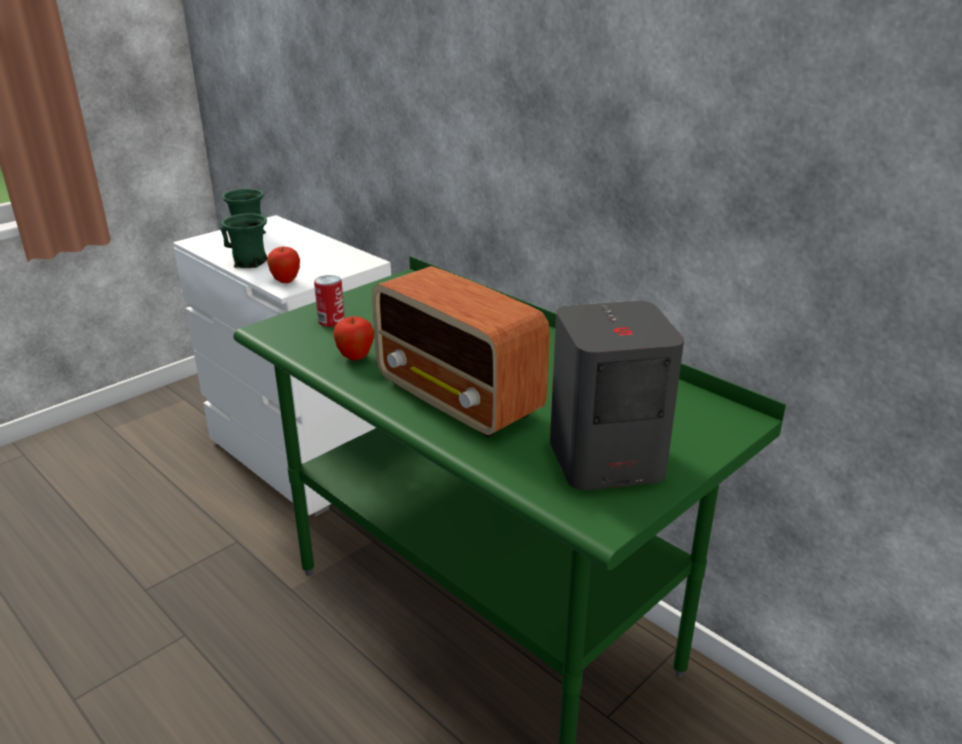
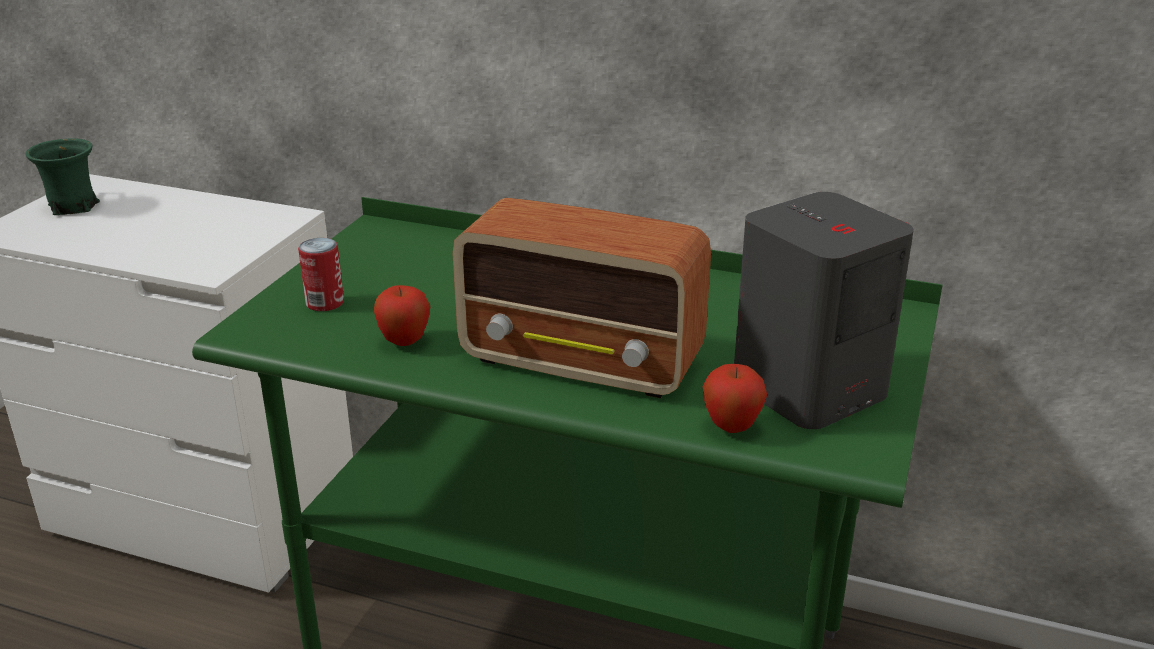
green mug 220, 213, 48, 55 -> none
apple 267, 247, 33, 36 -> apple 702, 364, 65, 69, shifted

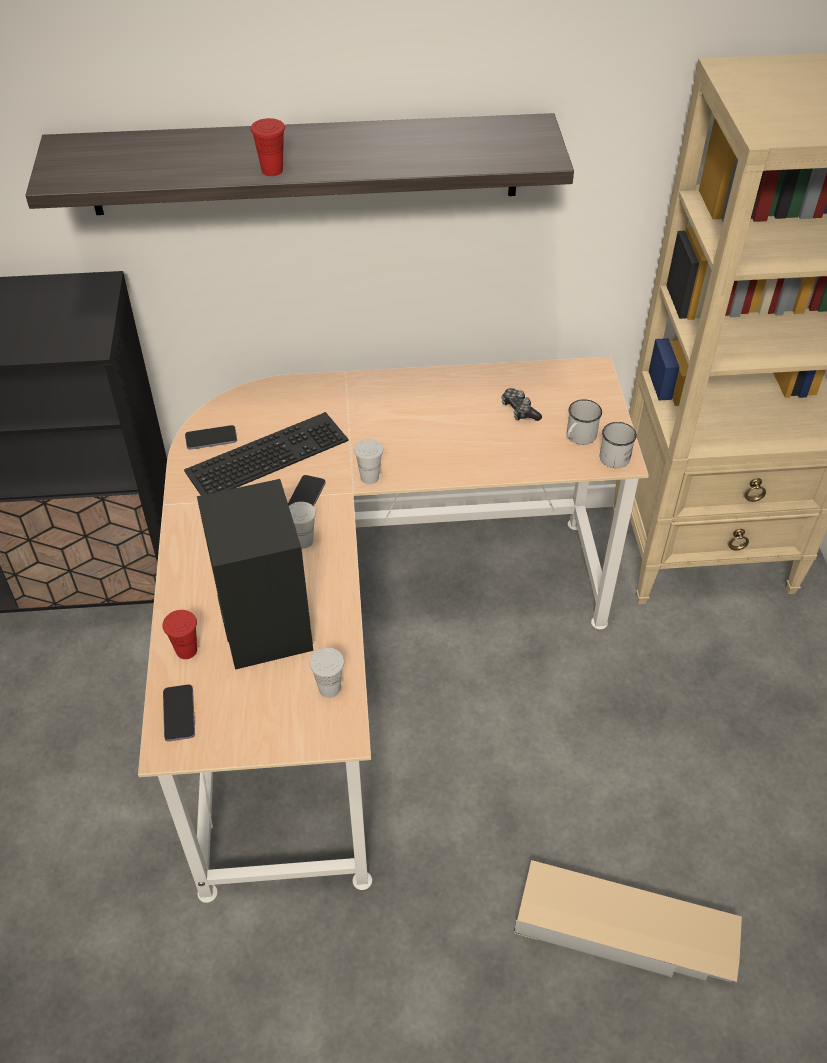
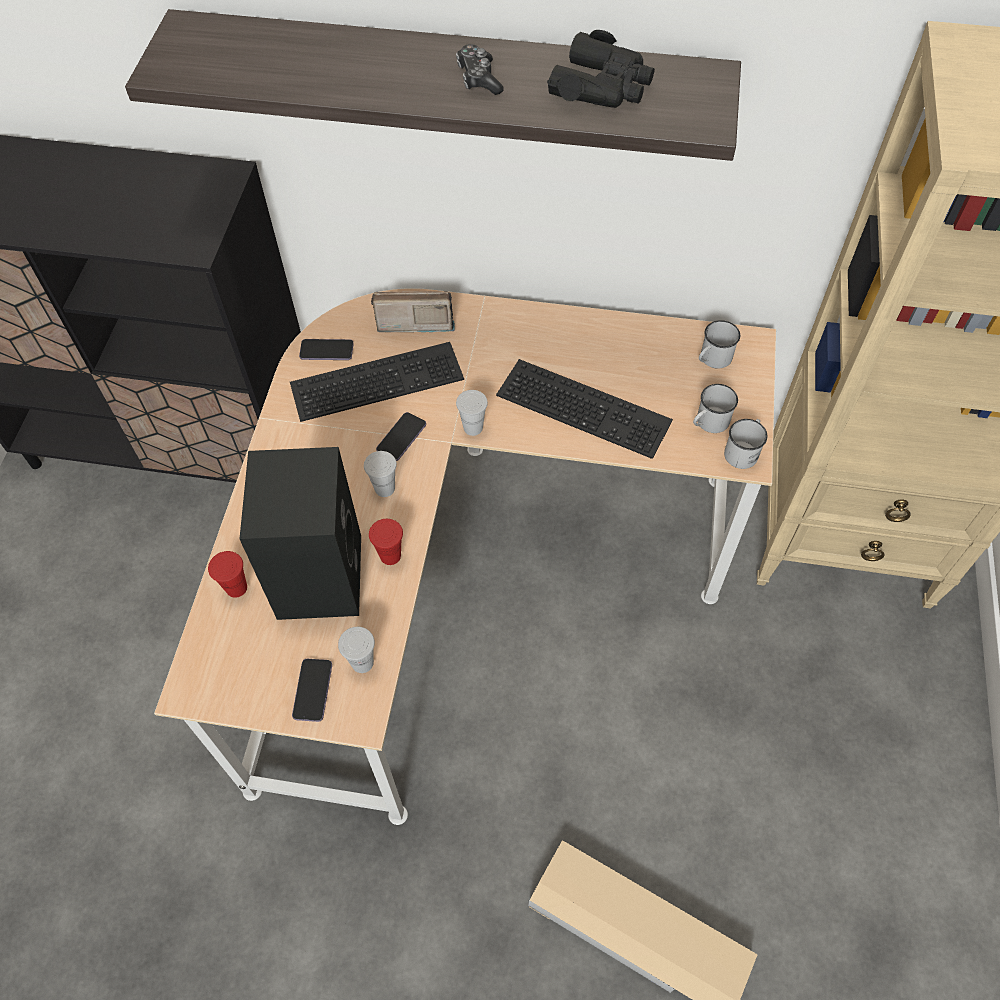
none -> radio 371, 291, 84, 41
none -> keyboard 496, 359, 177, 100
none -> black binoculars 547, 30, 108, 78
none -> white mug 699, 320, 41, 49
phone 163, 684, 32, 57 -> phone 292, 659, 40, 63, shifted
red cup 251, 118, 34, 58 -> red cup 369, 519, 34, 46, shifted
game controller 501, 388, 41, 33 -> game controller 456, 44, 48, 51, shifted

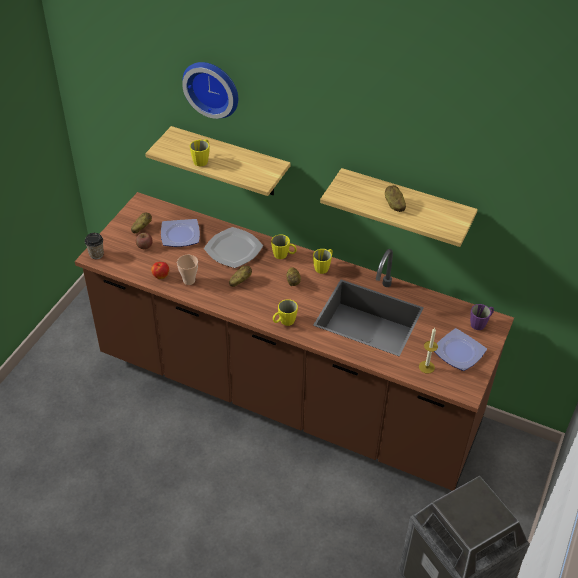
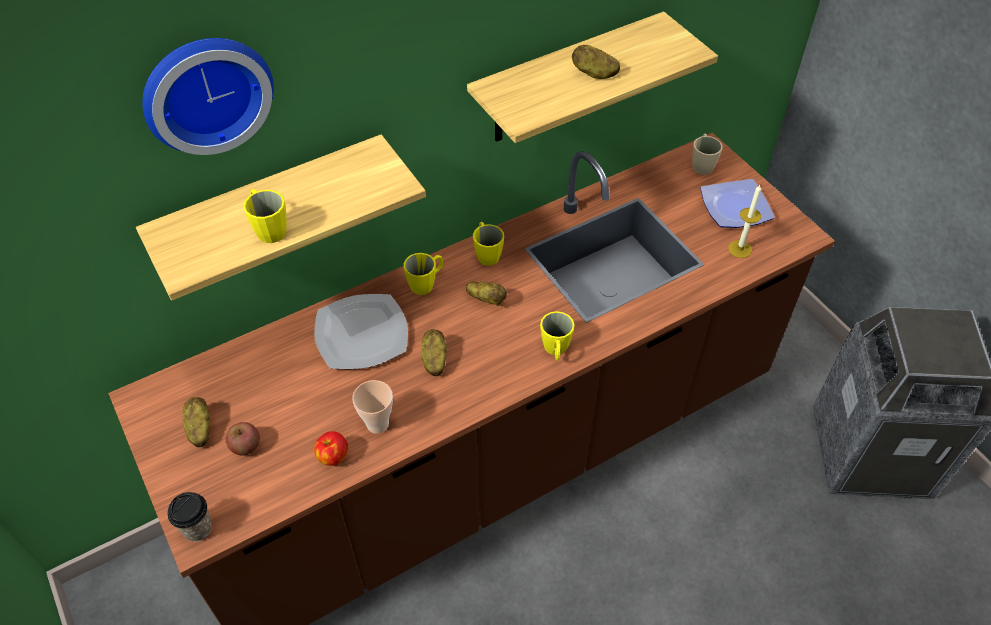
plate 161, 219, 39, 28 -> none
purple mug 470, 304, 24, 26 -> beige mug 692, 134, 31, 41

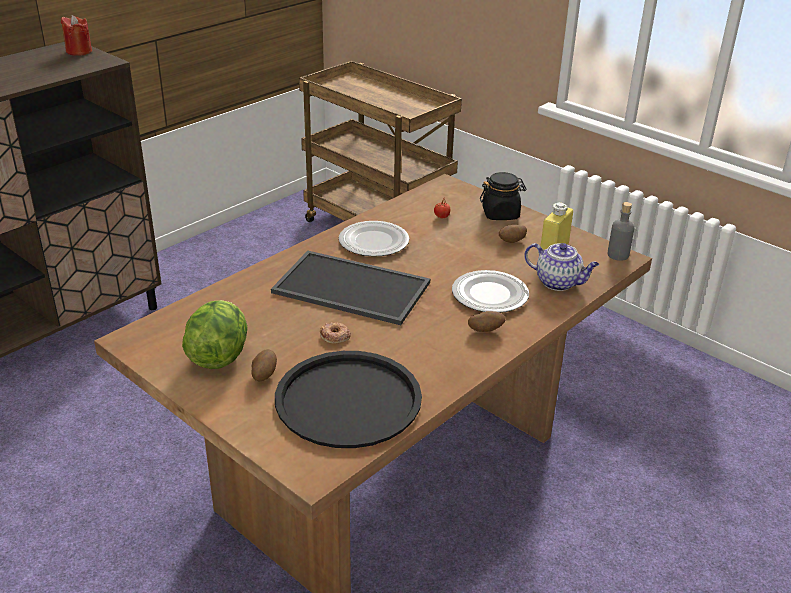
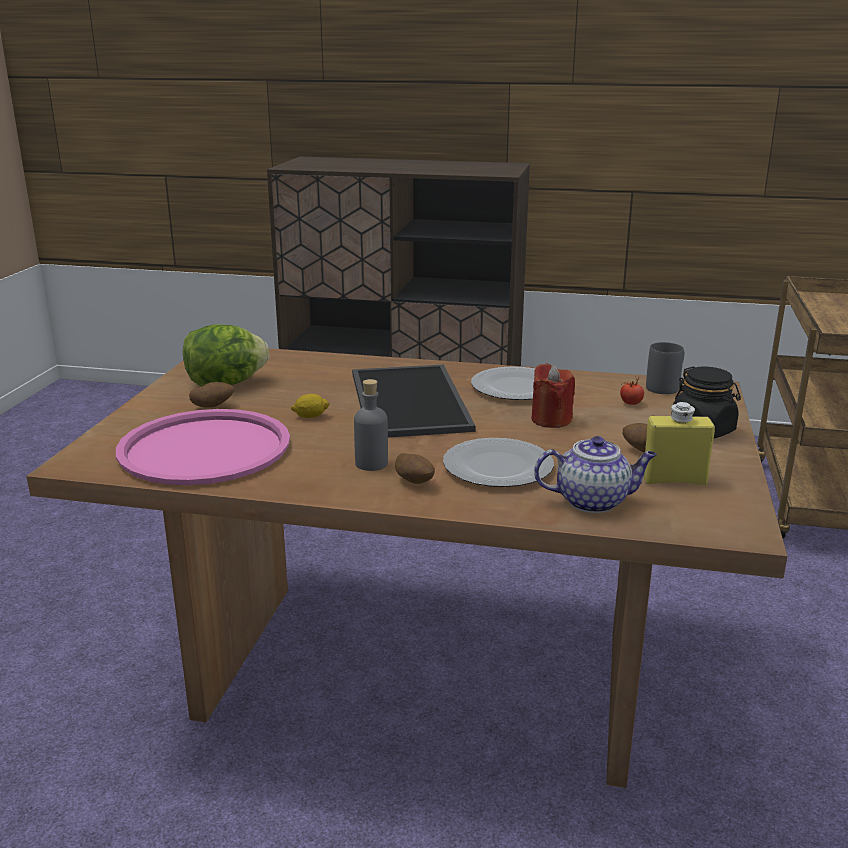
none -> grey mug 646, 342, 38, 52
red candle 61, 15, 31, 41 -> red candle 531, 364, 44, 64, shifted
grey bottle 607, 202, 27, 59 -> grey bottle 354, 379, 34, 92, shifted
donut 320, 322, 31, 22 -> lemon 290, 394, 40, 24
black tray 275, 351, 147, 97 -> pink tray 116, 409, 174, 76
teapot 524, 243, 75, 48 -> teapot 534, 436, 123, 77, 90 degrees counterclockwise

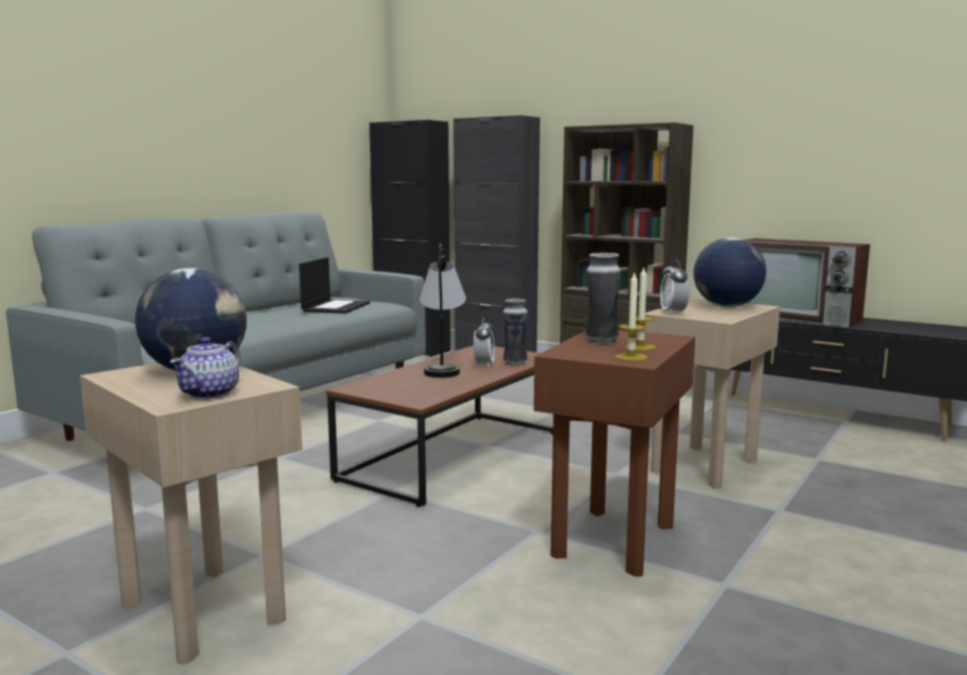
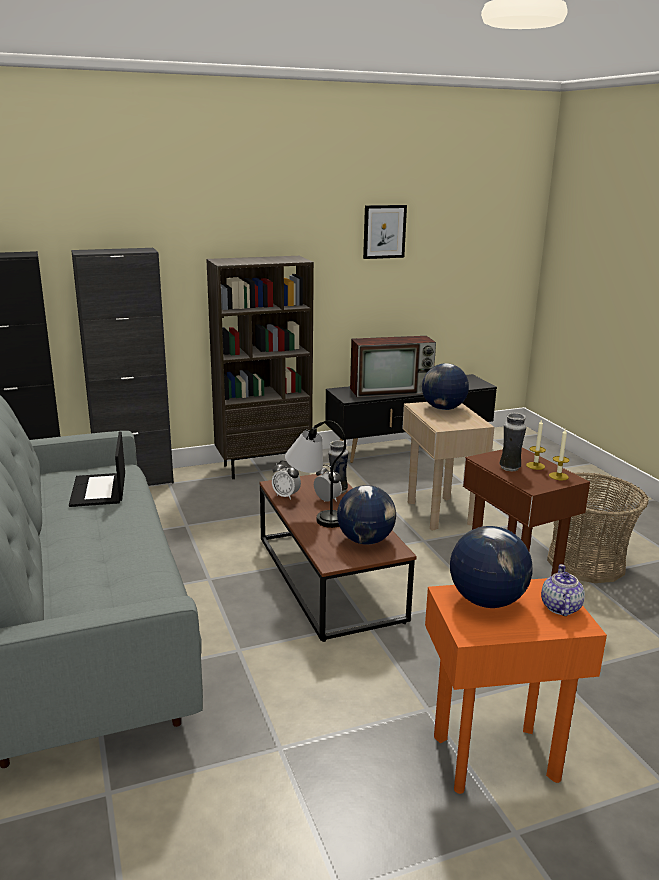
none -> globe 337, 485, 59, 60
none -> picture 363, 205, 44, 54
none -> basket 547, 472, 102, 111
alarm clock 660, 260, 30, 55 -> alarm clock 272, 461, 29, 39, shifted
beige side table 80, 363, 222, 302 -> orange side table 425, 578, 182, 216
teapot 170, 337, 71, 62 -> teapot 541, 564, 44, 52, 135 degrees counterclockwise
laptop 299, 257, 71, 57 -> laptop 69, 431, 56, 76, 150 degrees counterclockwise

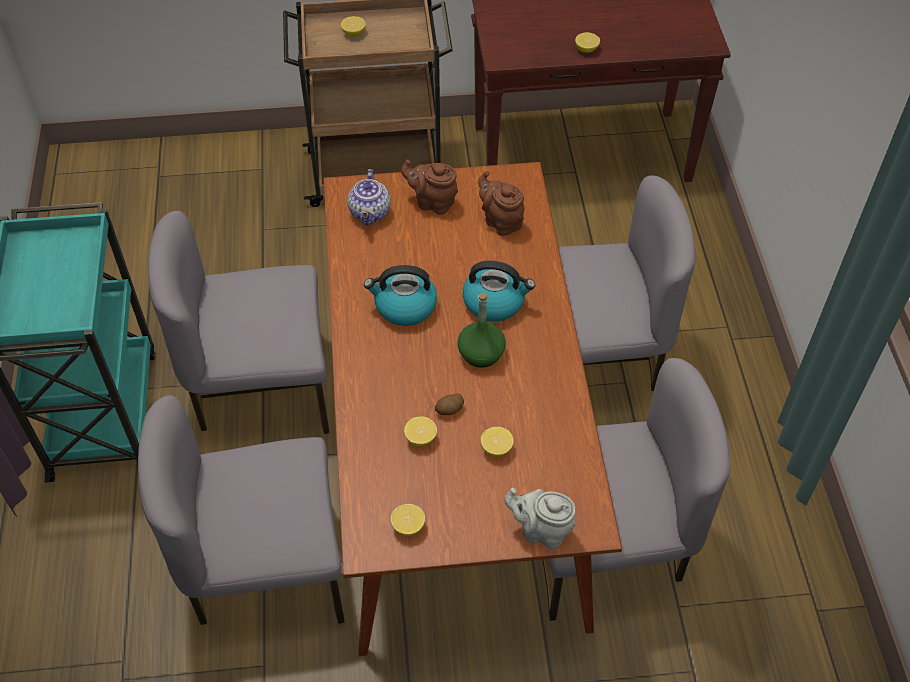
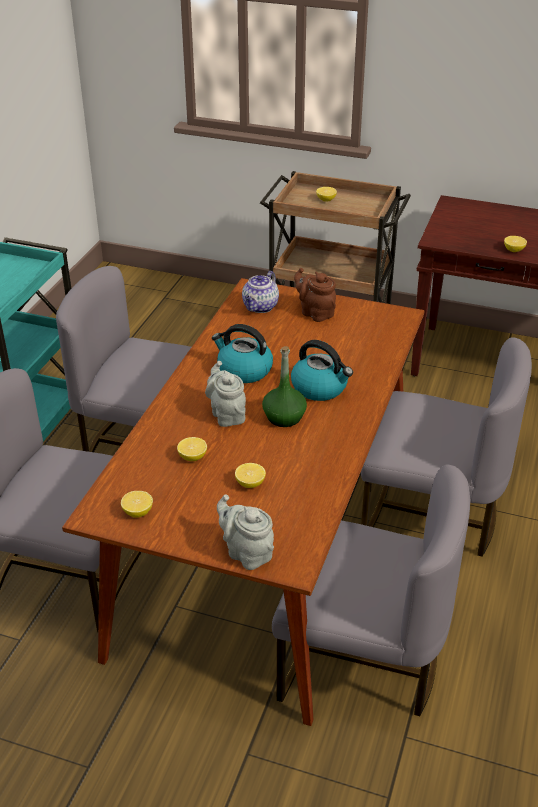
potato 435, 393, 29, 22 -> none
brown teapot 478, 171, 46, 65 -> none
none -> grey teapot 205, 361, 41, 66

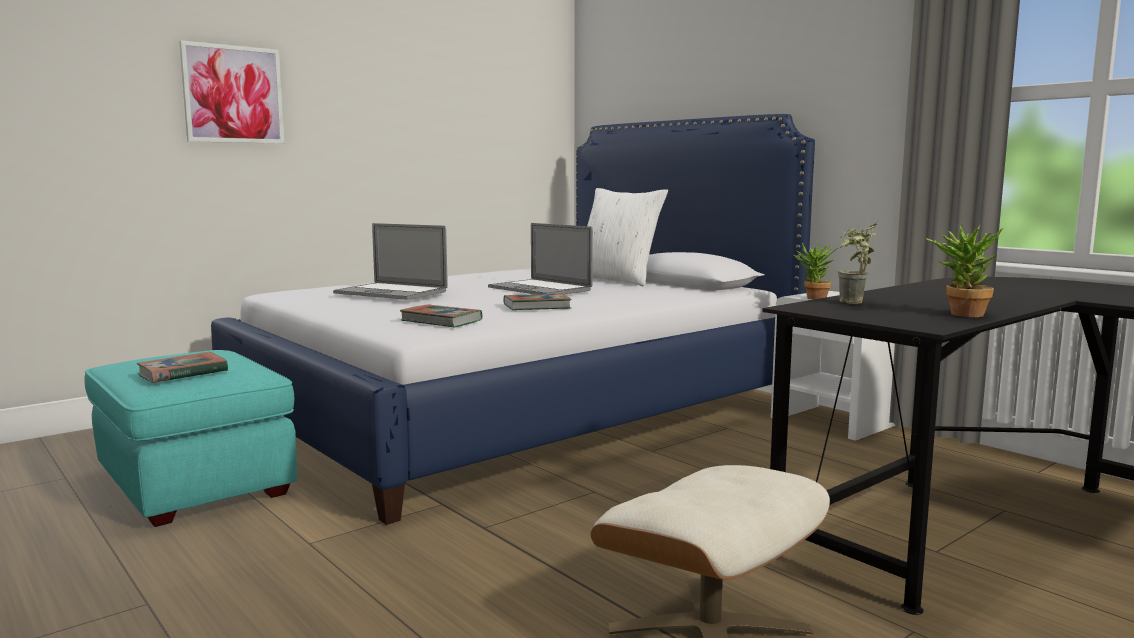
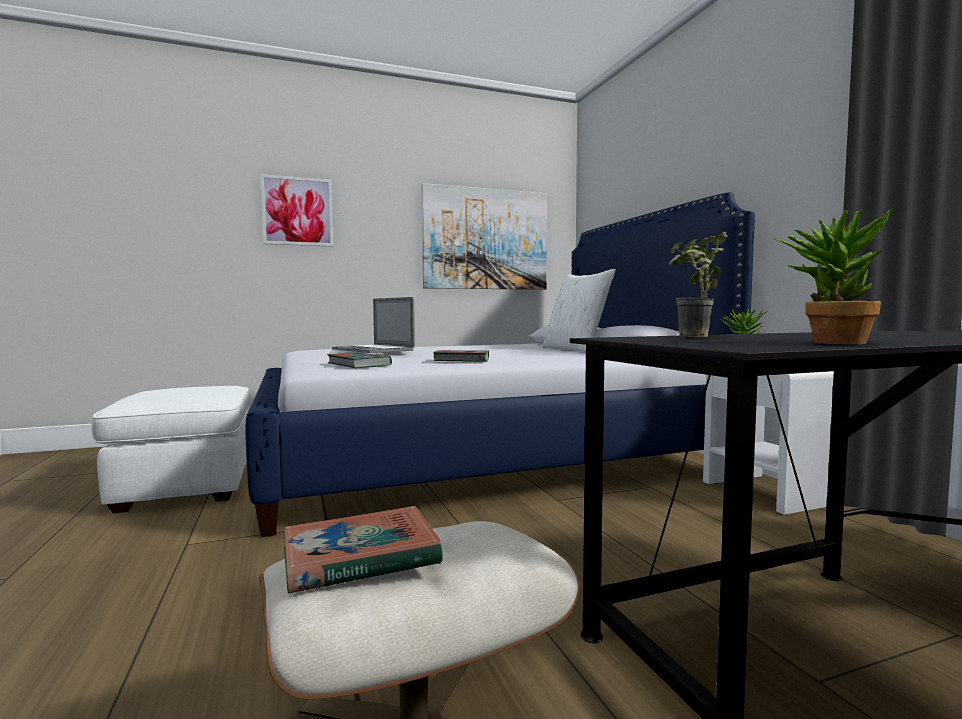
laptop 488, 223, 105, 71 -> none
none -> picture 421, 183, 126, 107
book 137, 352, 91, 31 -> book 284, 506, 159, 88, shifted
turquoise ottoman 85, 350, 212, 177 -> white ottoman 91, 386, 159, 127

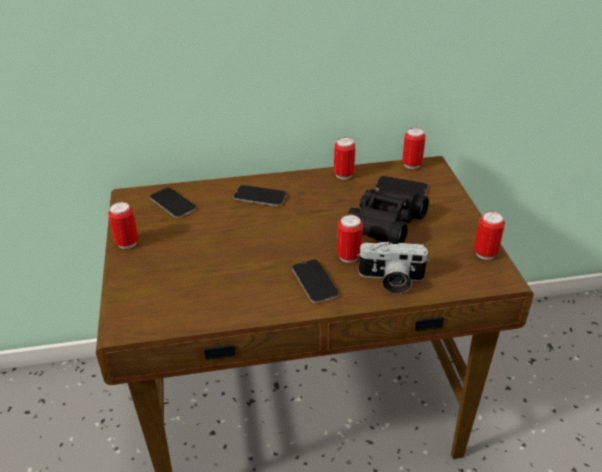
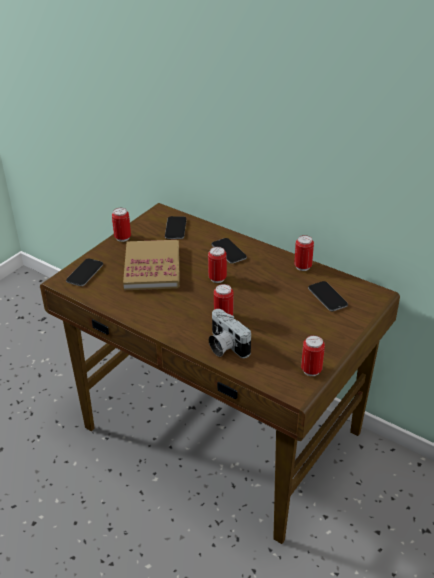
black binoculars 348, 188, 81, 56 -> none
none -> book 123, 240, 57, 50
phone 292, 259, 47, 44 -> phone 66, 258, 37, 28, shifted
can 402, 128, 24, 41 -> can 208, 247, 19, 36, shifted

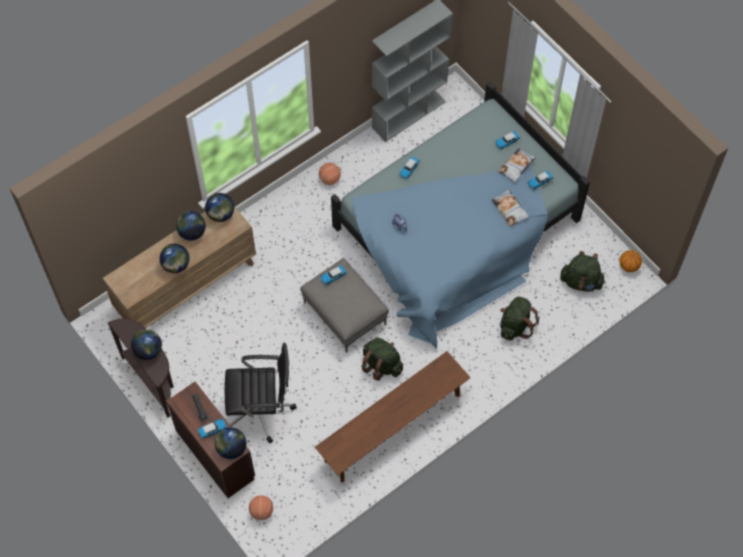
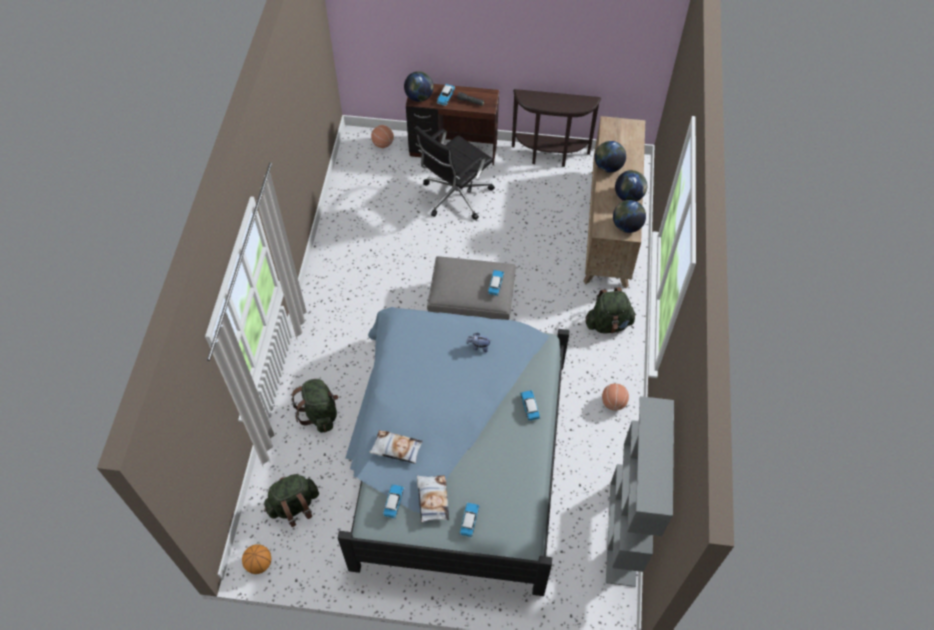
globe 131, 329, 31, 31 -> none
brown bench 315, 351, 156, 131 -> none
green backpack 361, 337, 42, 44 -> green backpack 586, 287, 50, 47, shifted

